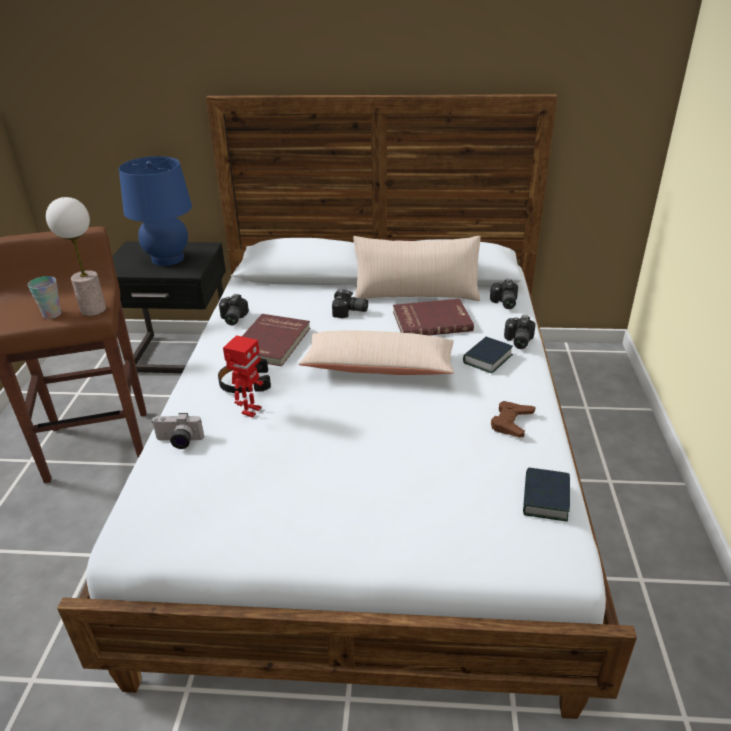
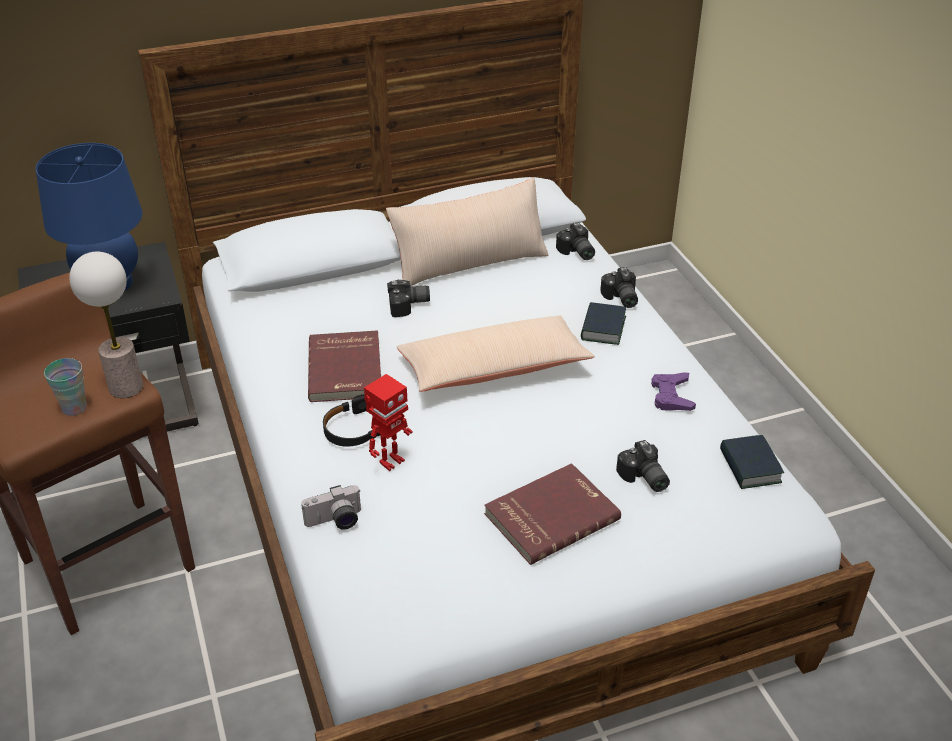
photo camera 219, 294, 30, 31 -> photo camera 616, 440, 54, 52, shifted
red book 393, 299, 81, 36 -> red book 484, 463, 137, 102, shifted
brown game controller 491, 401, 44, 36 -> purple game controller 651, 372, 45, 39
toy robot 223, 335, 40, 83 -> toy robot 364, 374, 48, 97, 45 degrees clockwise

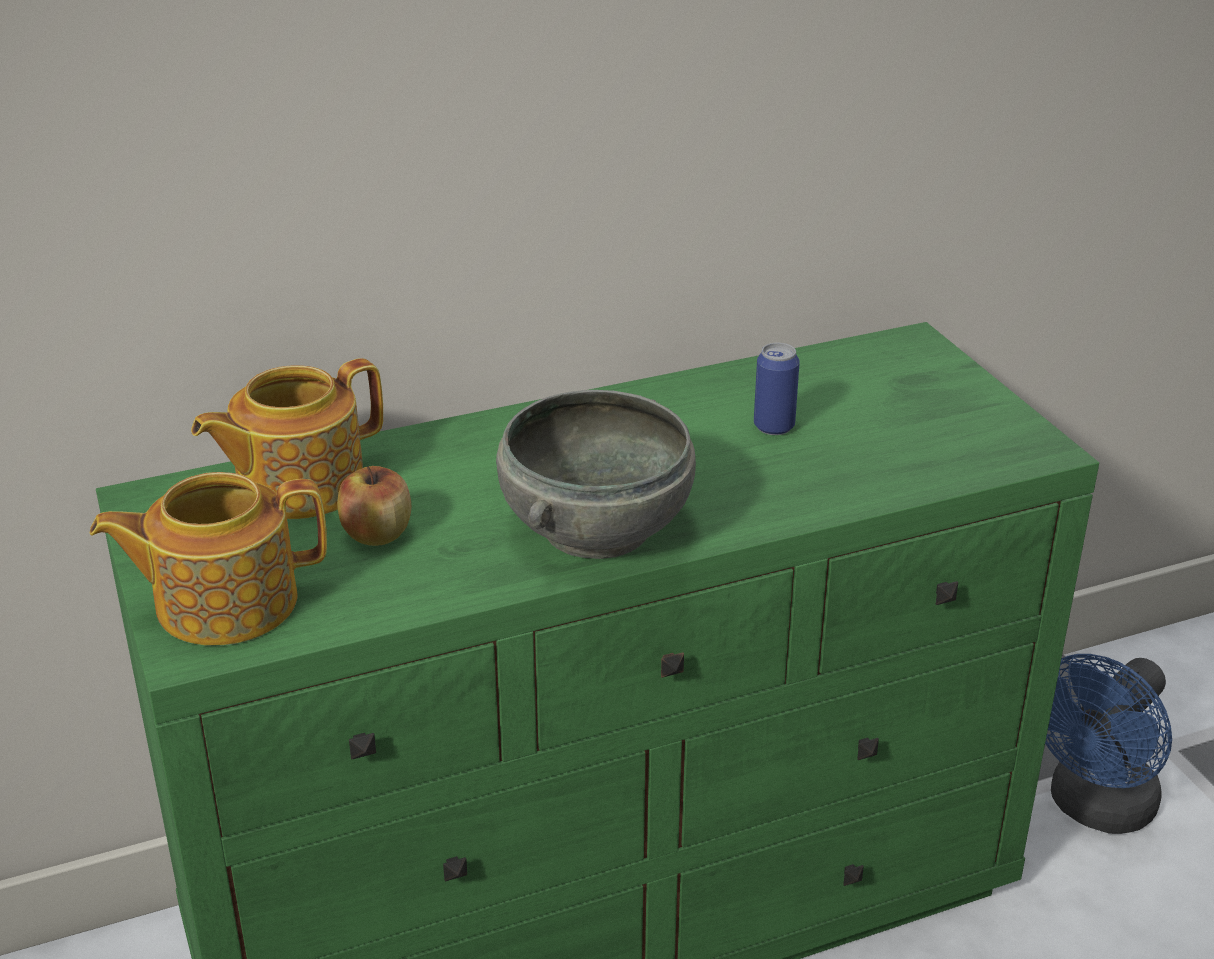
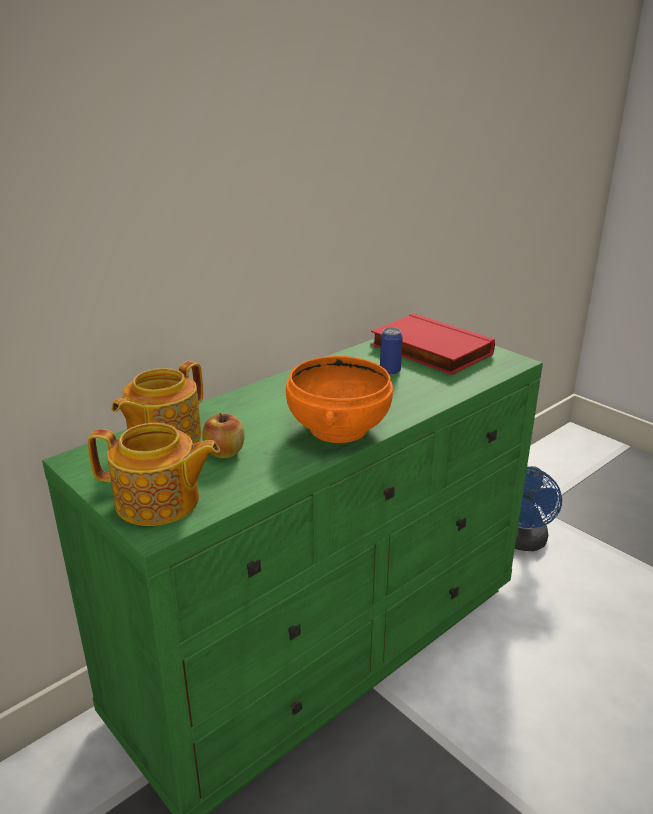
none -> red book 370, 313, 125, 62
grey bowl 496, 390, 200, 169 -> orange bowl 286, 356, 107, 87
teapot 90, 472, 237, 174 -> teapot 87, 423, 133, 103, 135 degrees counterclockwise

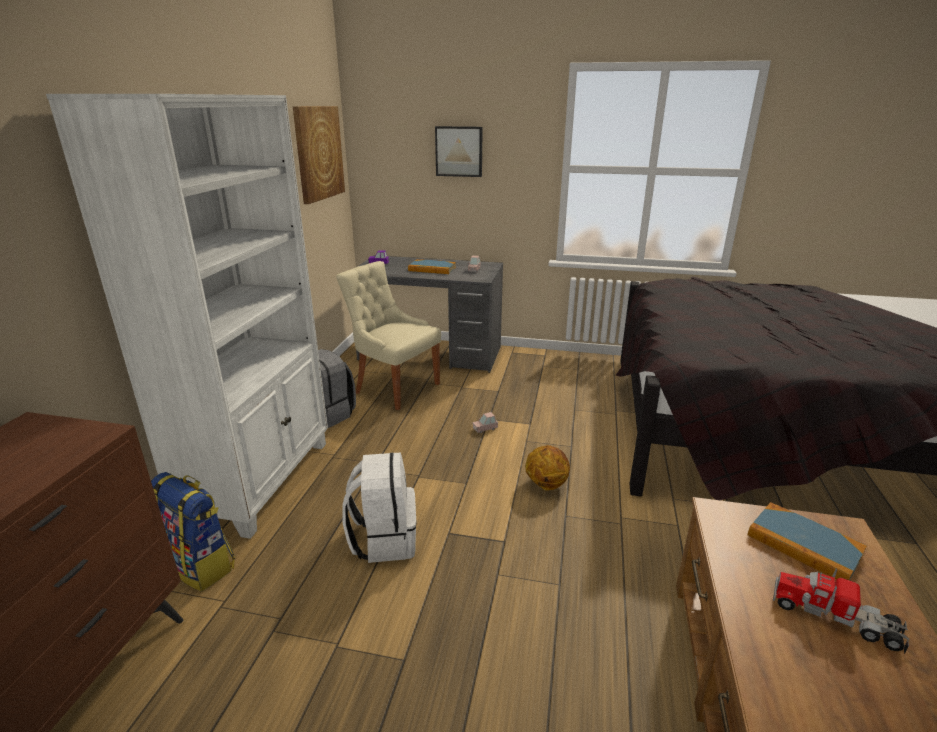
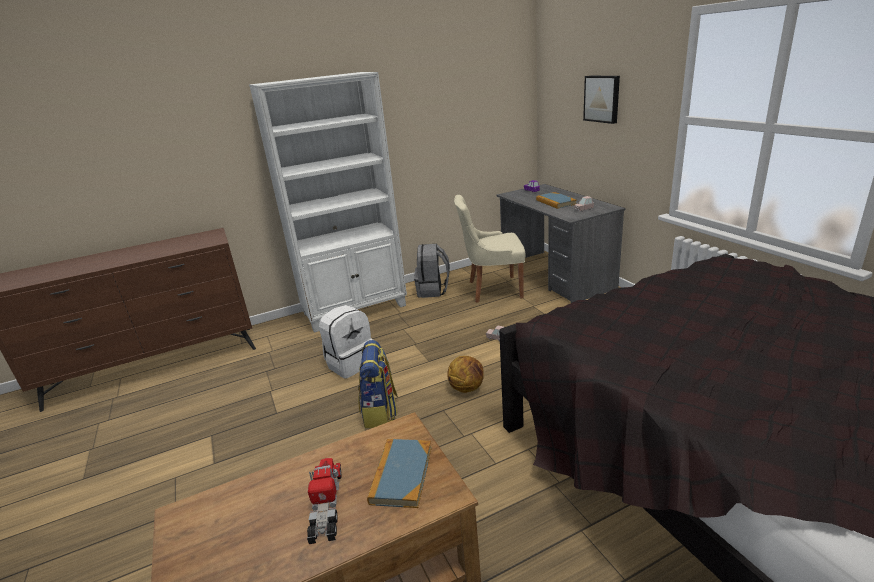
picture 293, 106, 52, 98 -> none
backpack 151, 472, 84, 119 -> backpack 358, 340, 40, 89, shifted
beige chair 336, 261, 105, 149 -> beige chair 454, 195, 71, 108, 90 degrees counterclockwise

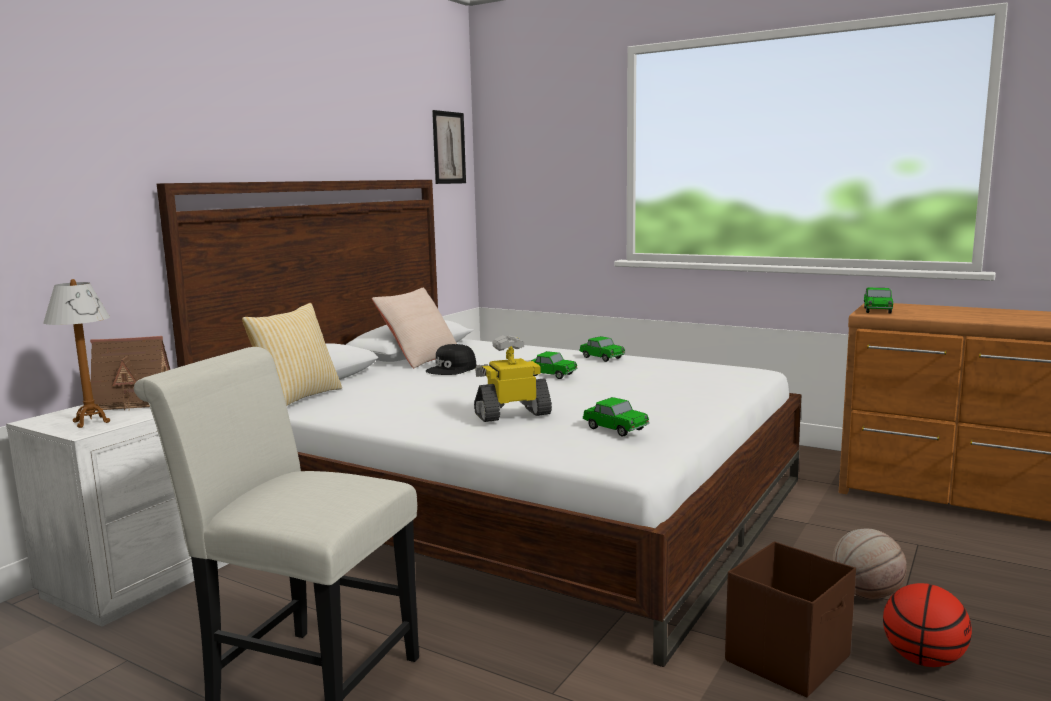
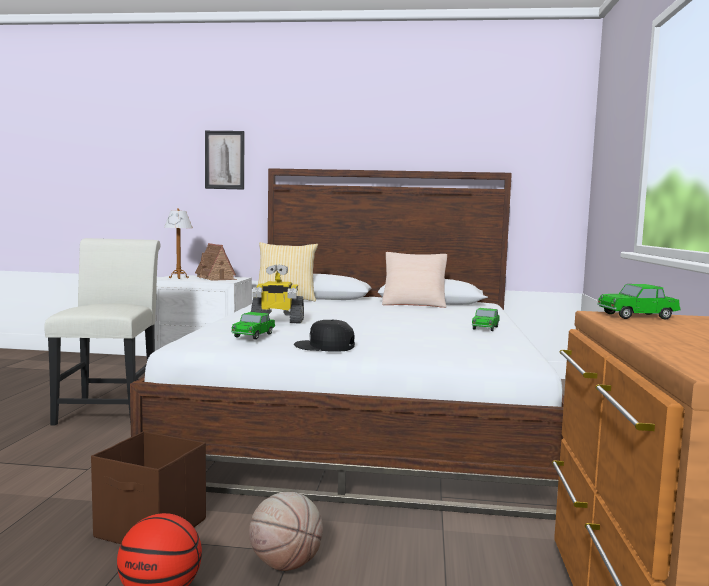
toy car 531, 351, 47, 28 -> none
black cap 426, 344, 50, 31 -> black cap 294, 320, 61, 32, shifted
picture 432, 110, 34, 74 -> picture 205, 131, 39, 59, shifted
toy robot 474, 335, 78, 87 -> toy robot 251, 265, 53, 59, 135 degrees clockwise

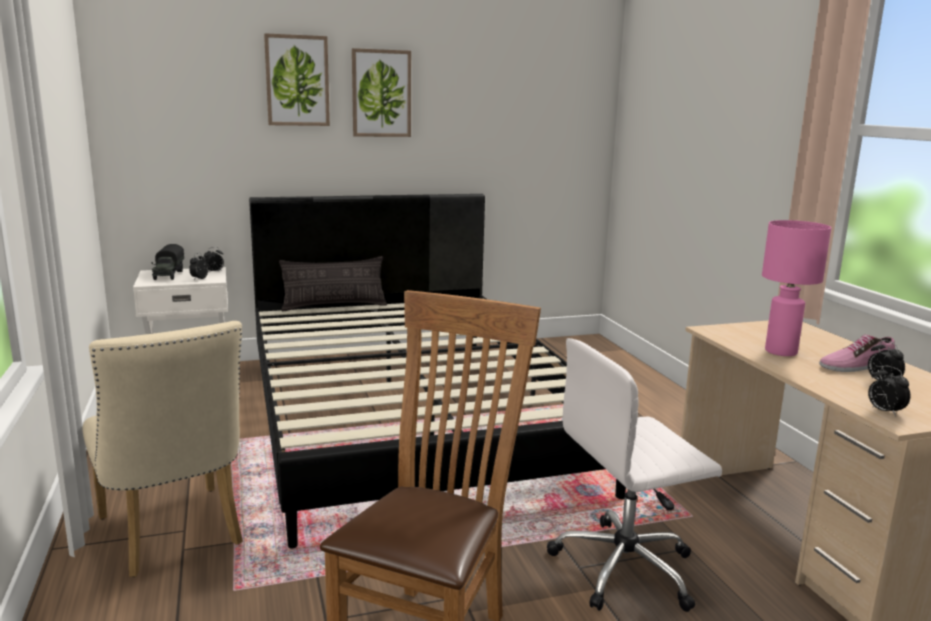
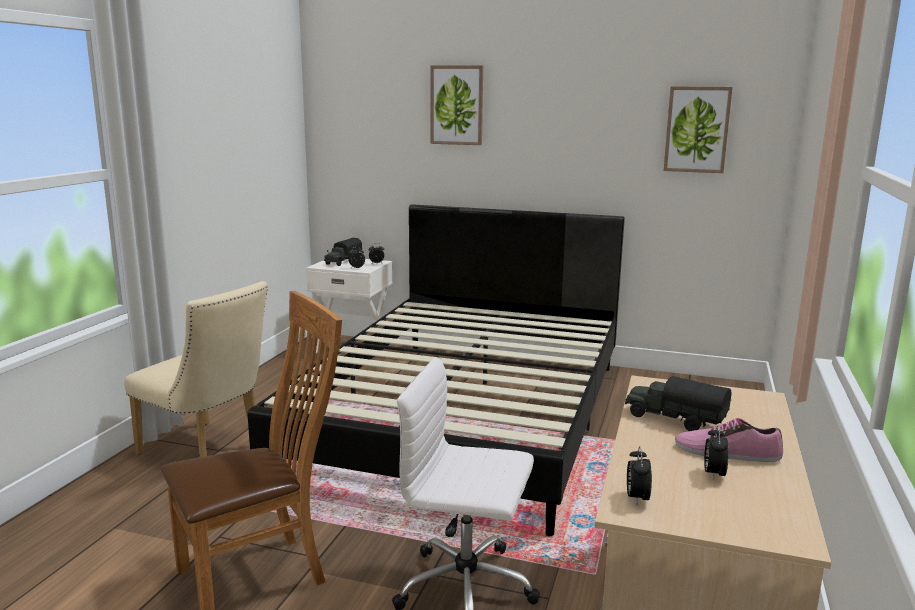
pillow 279, 256, 108, 56 -> none
picture 352, 48, 59, 89 -> picture 664, 86, 69, 87, shifted
pink table lamp 762, 220, 69, 136 -> toy truck 625, 376, 106, 55
beige chair 82, 321, 161, 256 -> beige chair 124, 281, 144, 176, 60 degrees counterclockwise

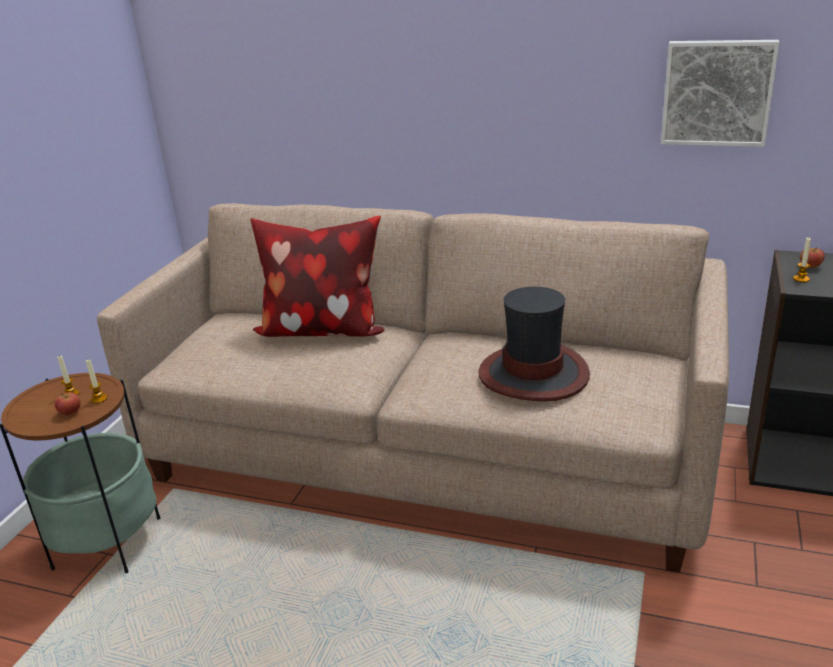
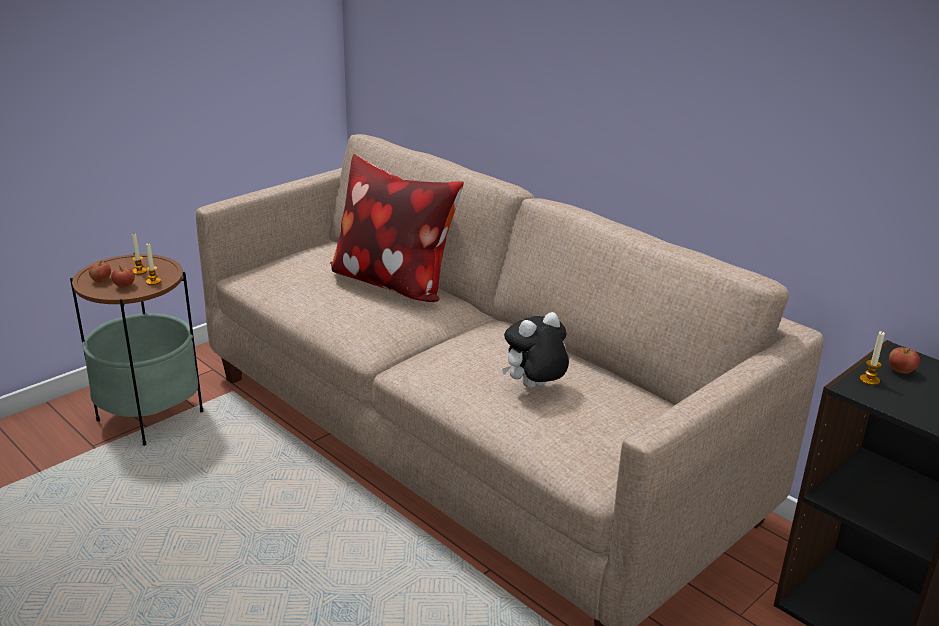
picture 661, 40, 119, 107 -> none
none -> apple 89, 261, 22, 21
hat 478, 287, 112, 114 -> plush toy 502, 312, 67, 76

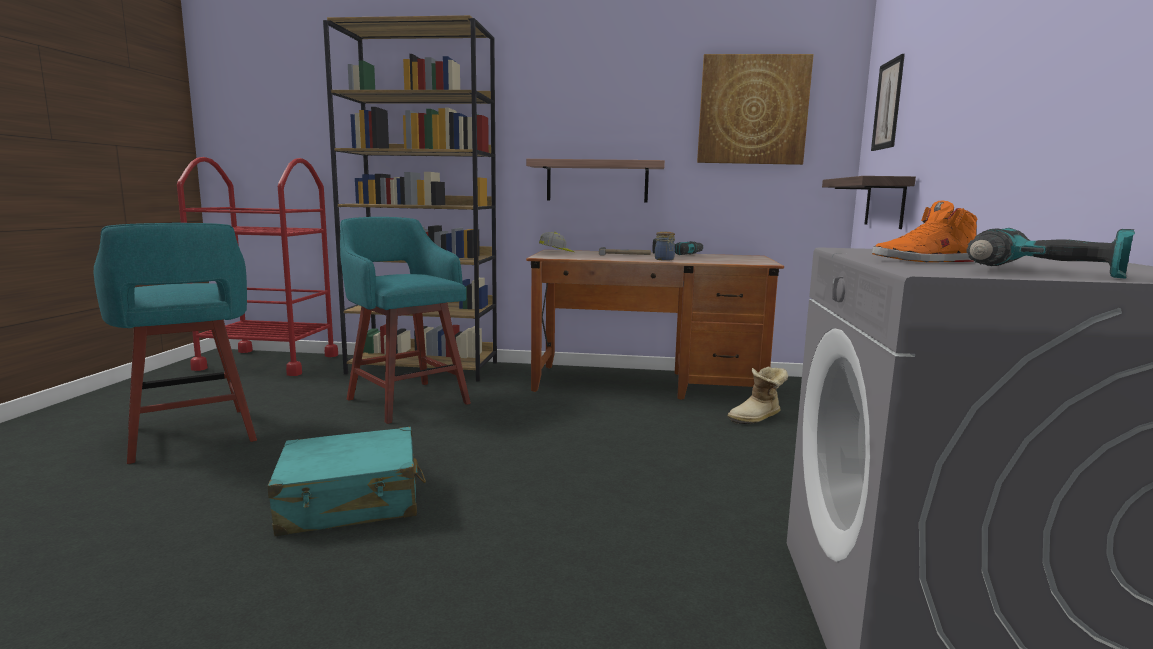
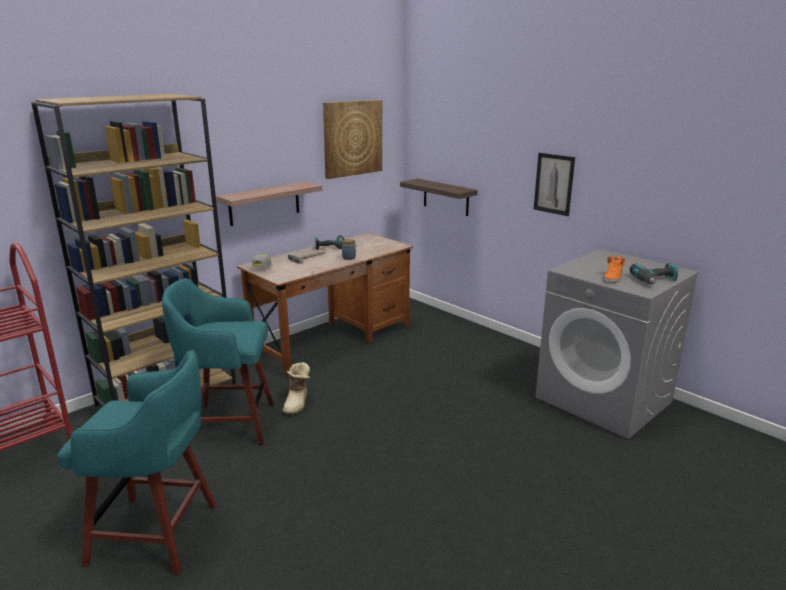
turquoise suitcase 268, 427, 158, 109 -> none
boot 728, 366, 60, 58 -> boot 283, 362, 27, 54, shifted
picture 871, 54, 34, 97 -> picture 534, 153, 41, 63, shifted

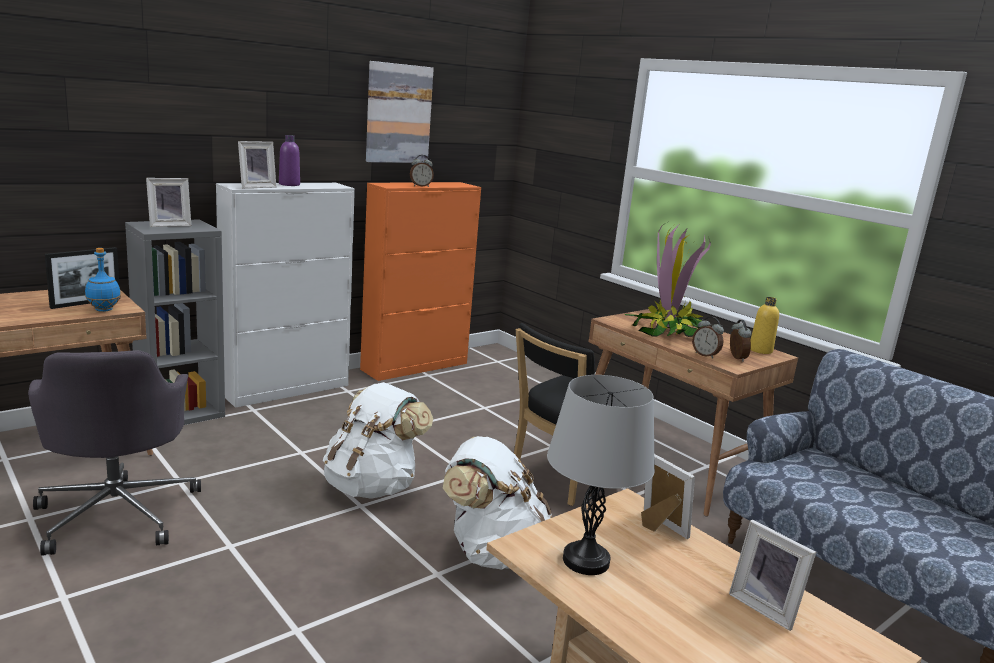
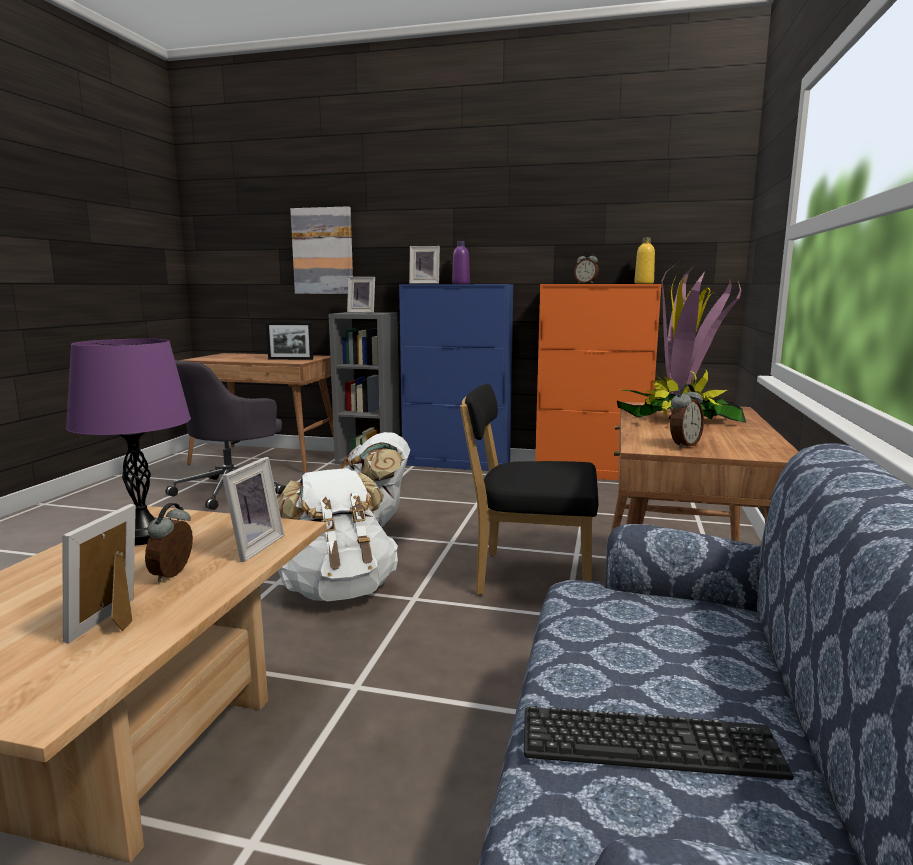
blue bottle 85, 248, 36, 64 -> none
none -> keyboard 524, 706, 270, 74
picture 366, 61, 68, 102 -> picture 290, 206, 63, 88, shifted
alarm clock 692, 317, 32, 42 -> alarm clock 145, 503, 48, 79, shifted
yellow bottle 750, 297, 29, 57 -> yellow bottle 634, 238, 21, 46, shifted
white cabinet 216, 183, 139, 225 -> blue cabinet 399, 284, 114, 187
grey table lamp 547, 375, 108, 200 -> purple table lamp 66, 339, 125, 206

